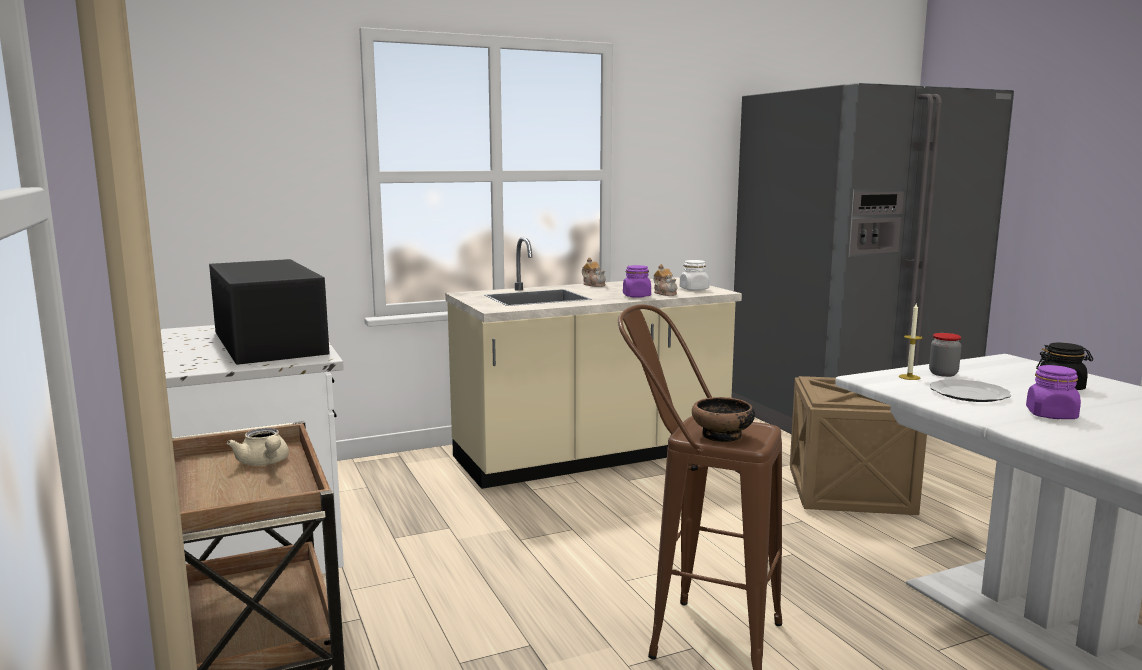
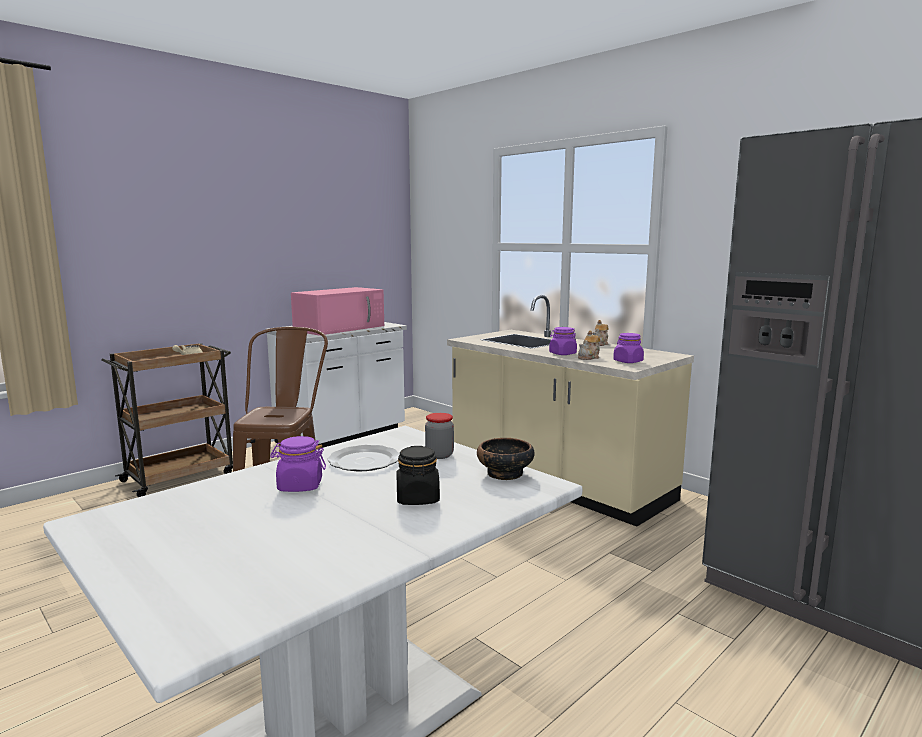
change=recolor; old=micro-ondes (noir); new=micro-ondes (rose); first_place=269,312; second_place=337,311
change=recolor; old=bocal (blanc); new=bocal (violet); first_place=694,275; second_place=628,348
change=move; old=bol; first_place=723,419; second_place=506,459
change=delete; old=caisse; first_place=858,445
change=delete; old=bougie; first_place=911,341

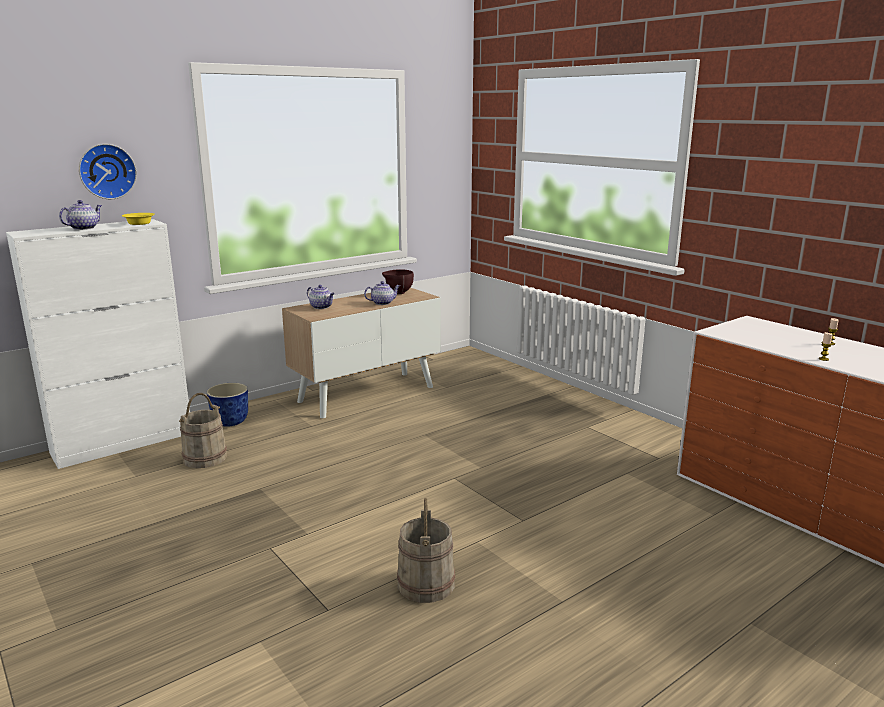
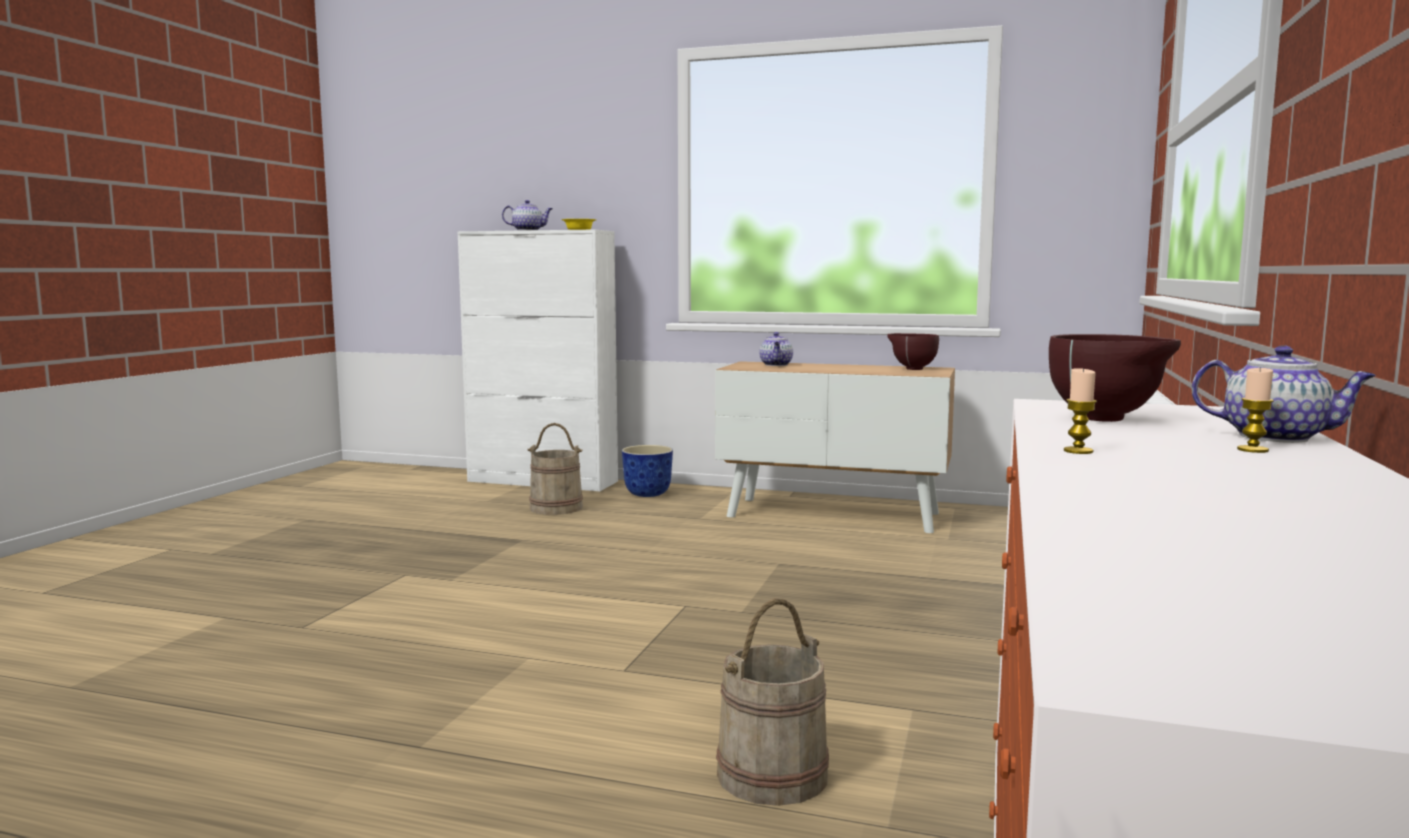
change=delete; old=horloge murale; first_place=108,171
change=move; old=théière; first_place=382,293; second_place=1284,394
change=move; old=seau (beige); first_place=426,550; second_place=772,702
change=insert; new=bol (marron); second_place=1115,378

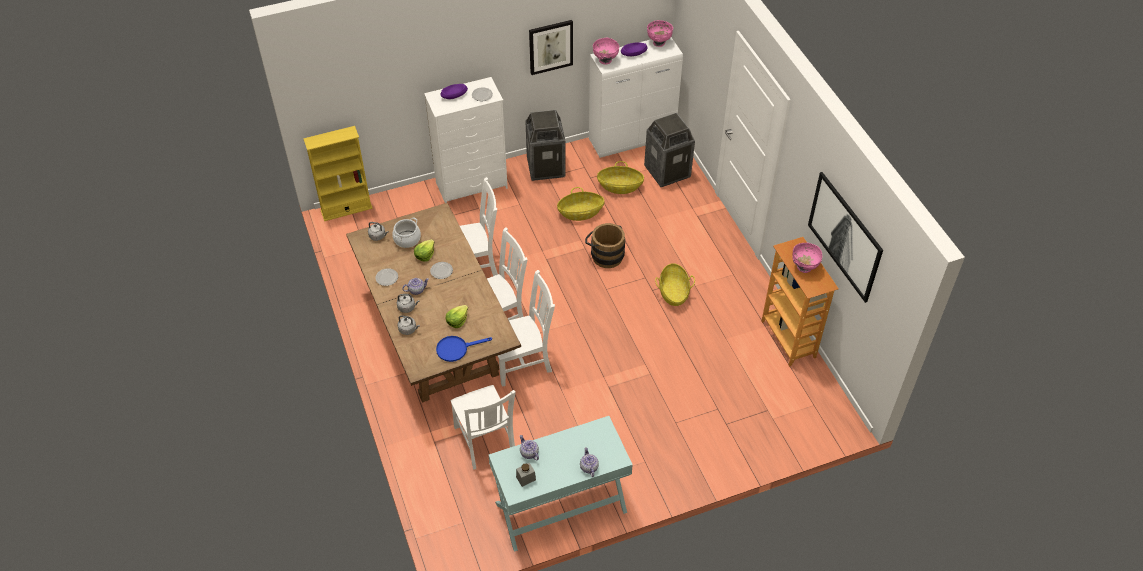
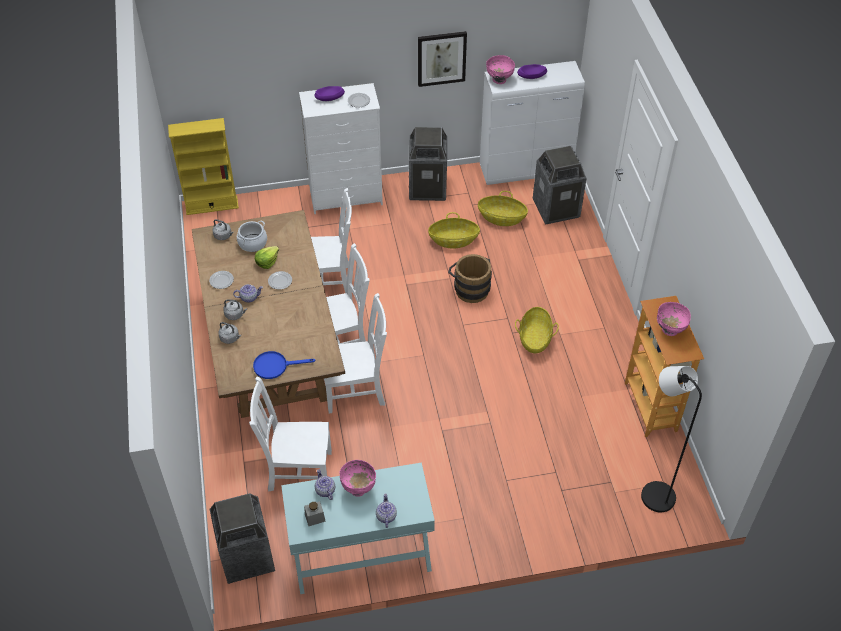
change=delete; old=laitue; first_place=457,316
change=rotate; old=chaise (blanc); first_place=483,427; second_place=290,434; degrees=105
change=move; old=bol (rose); first_place=660,33; second_place=358,478
change=delete; old=tableau; first_place=845,237
change=insert; new=poubelle; second_place=242,538
change=insert; new=lampadaire (noir); second_place=671,439

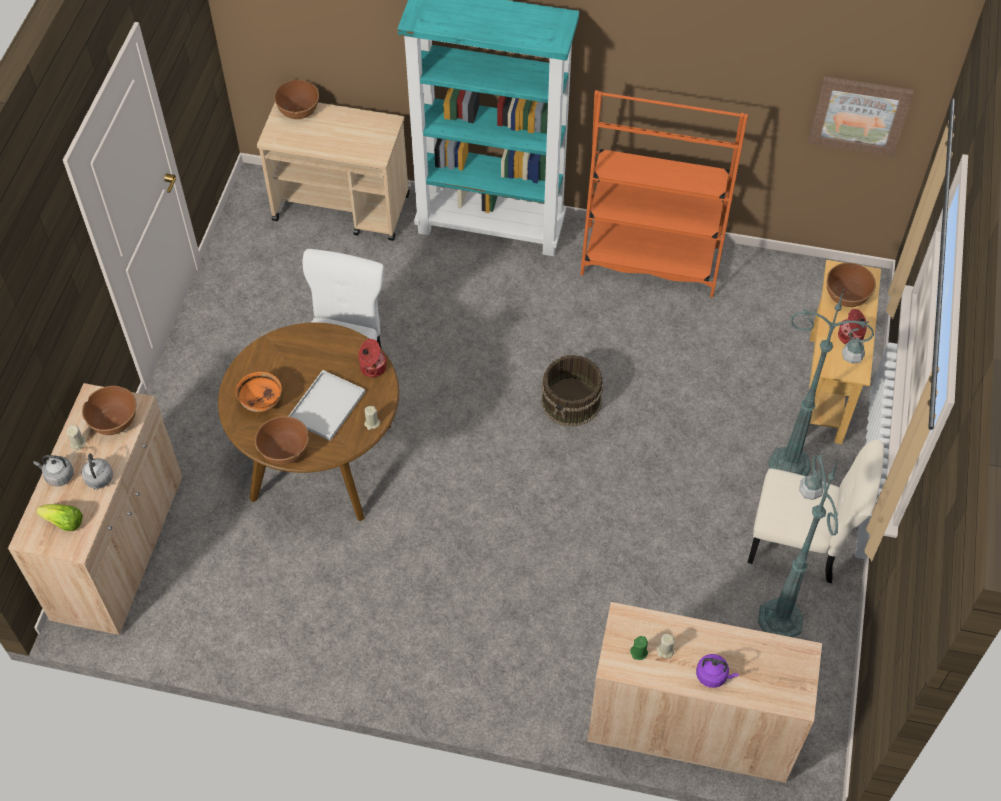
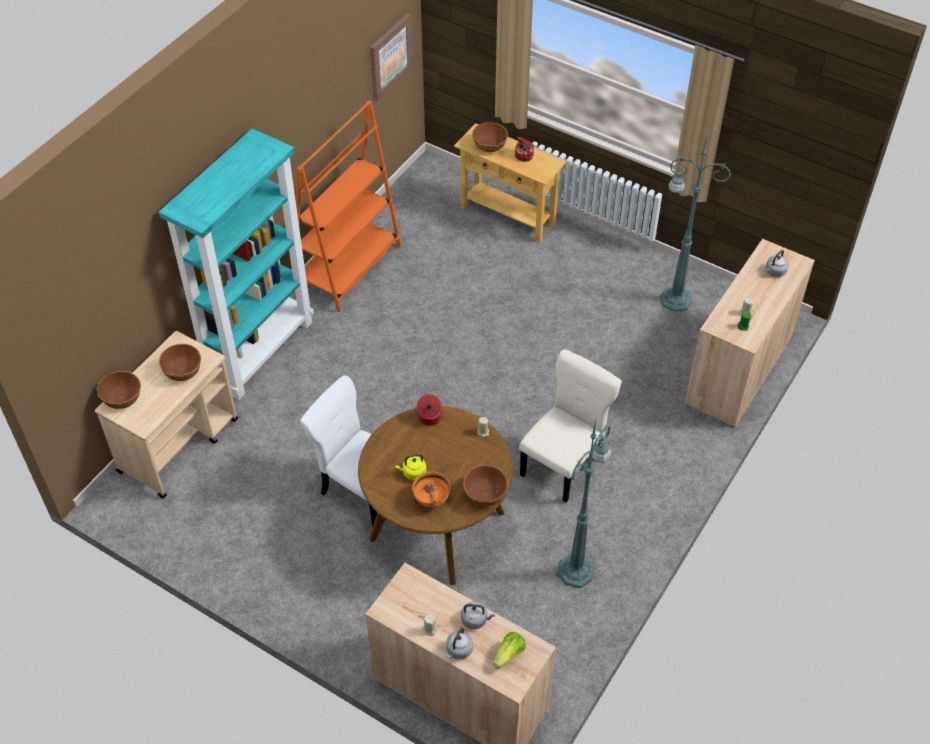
change=move; old=bol (marron); first_place=109,410; second_place=180,362
change=delete; old=plateau (blanc); first_place=326,405
change=delete; old=seau (marron); first_place=572,391
change=delete; old=bouilloire (violet); first_place=717,671
change=move; old=chaise (beige); first_place=816,511; second_place=570,426
change=move; old=lampadaire (vert); first_place=821,381; second_place=584,503
change=insert; new=bouilloire (jaune); second_place=411,467
change=insert; new=bouilloire (gris); second_place=777,263

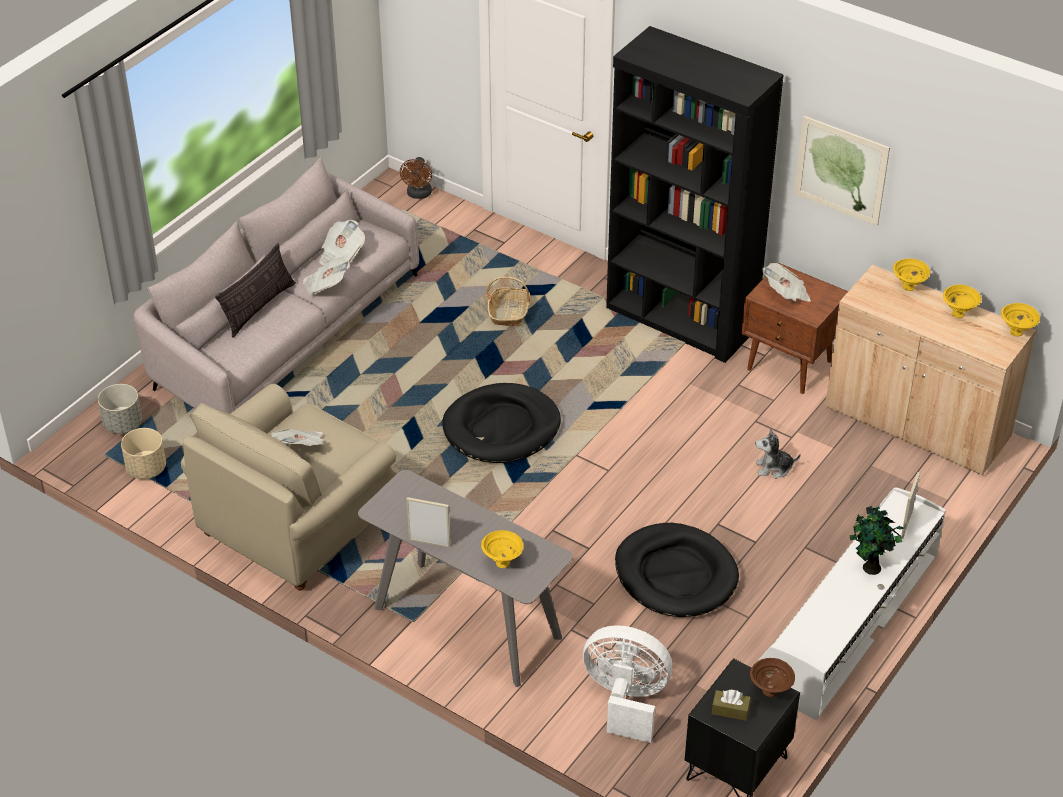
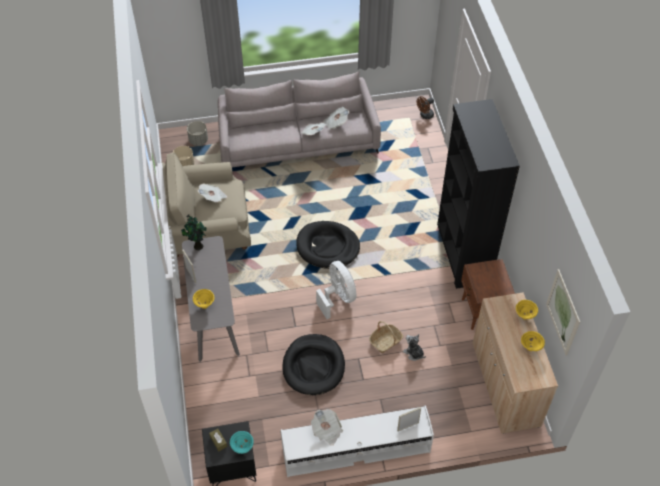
change=delete; old=coussin; first_place=255,291
change=move; old=panier; first_place=509,301; second_place=386,337
change=move; old=ventilateur (blanc); first_place=627,684; second_place=336,290
change=recolor; old=bol (marron); new=bol (turquoise); first_place=772,677; second_place=242,442
change=move; old=journal; first_place=786,282; second_place=327,427
change=move; old=tableau; first_place=842,171; second_place=563,312
change=move; old=plante en pot; first_place=876,540; second_place=193,232
change=delete; old=bol (jaune); first_place=1020,320

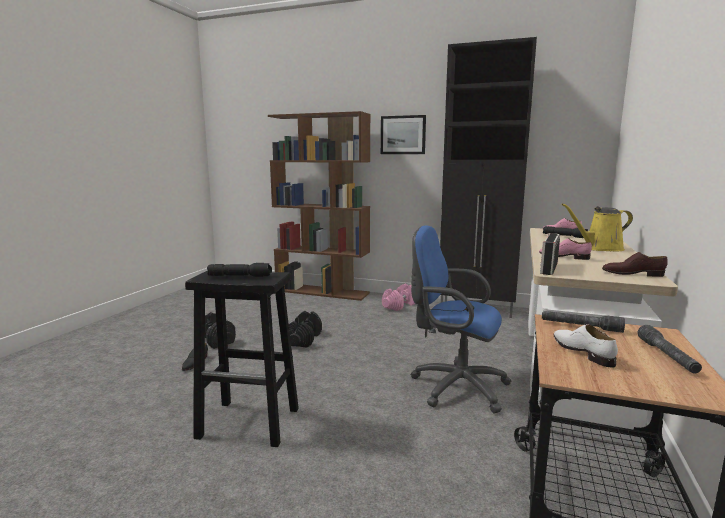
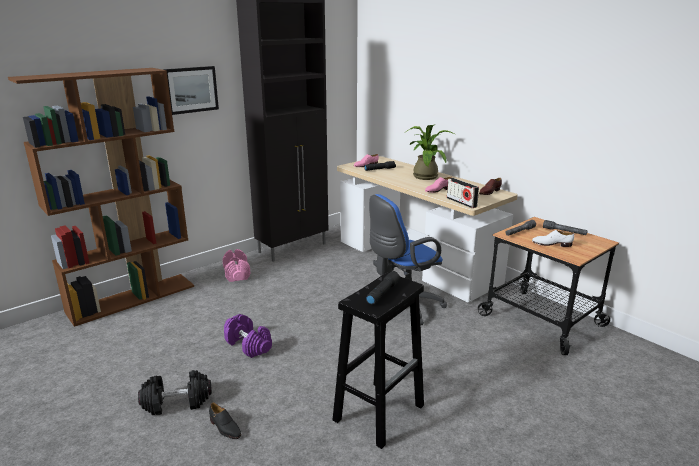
change=recolor; old=haltère (noir); new=haltère (violet); first_place=305,329; second_place=248,336
change=replace; old=arrosoir (jaune); new=plante en pot; first_place=597,227; second_place=429,152

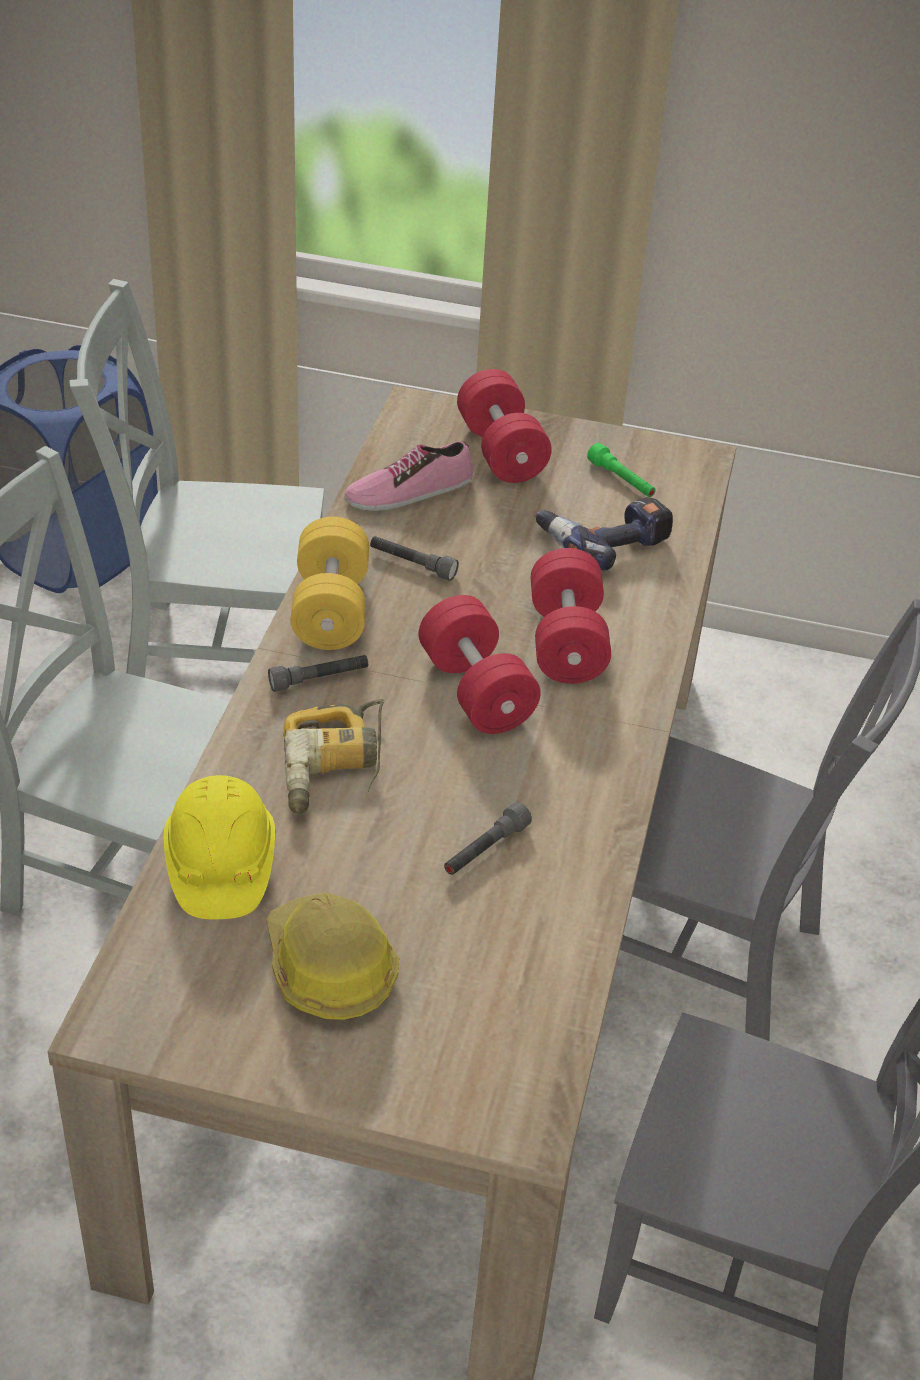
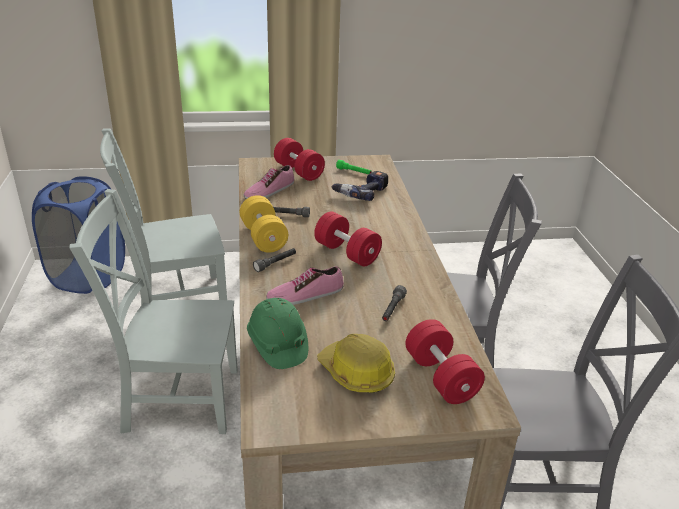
change=recolor; old=casque de chantier (jaune); new=casque de chantier (vert); first_place=219,847; second_place=277,333
change=replace; old=perceuse; new=chaussure; first_place=333,756; second_place=305,285
change=move; old=haltère (rouge); first_place=571,616; second_place=445,361

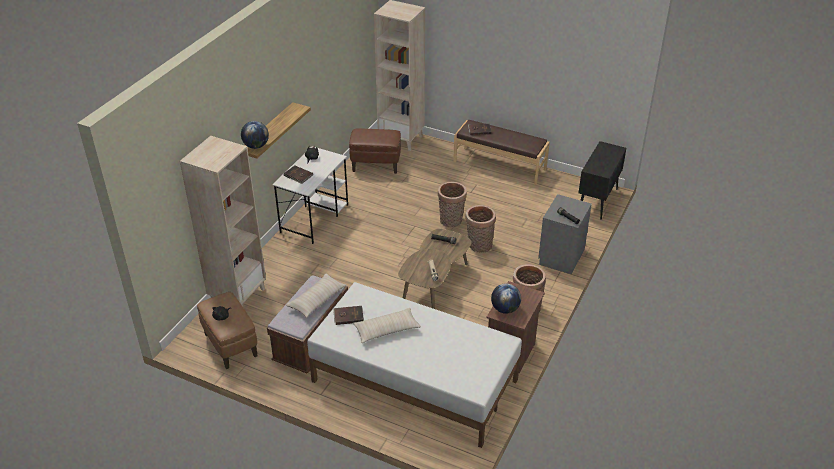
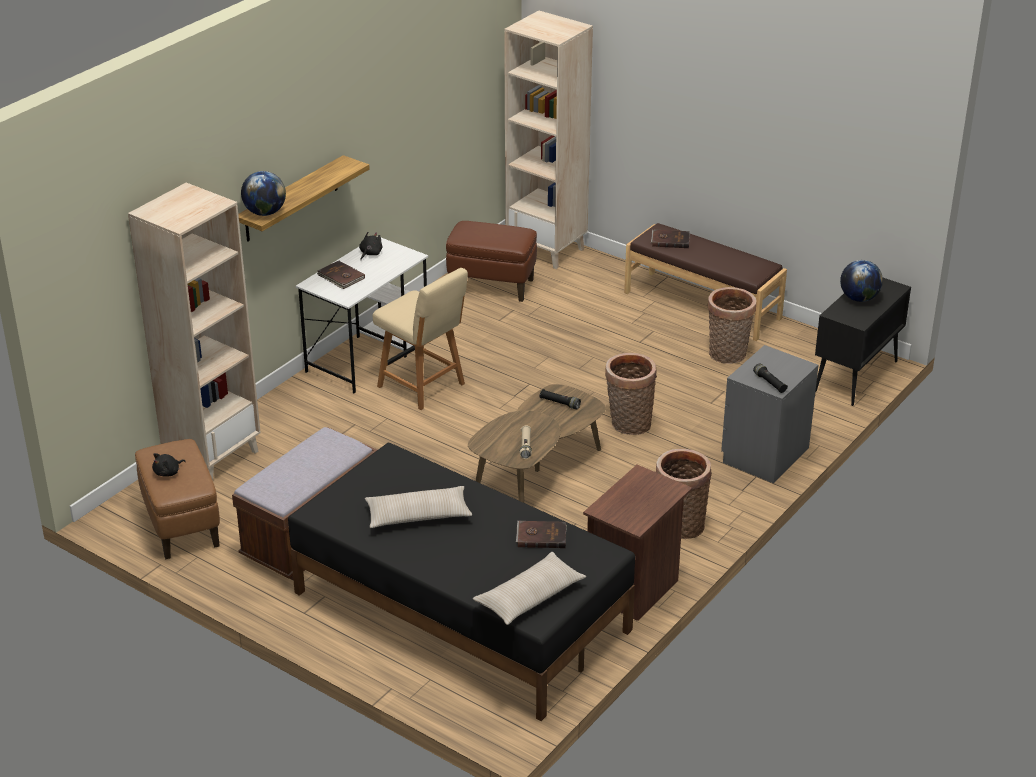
change=move; old=coussin (beige); first_place=316,295; second_place=529,588
change=recolor; old=lit (blanc); new=lit (noir); first_place=414,365; second_place=461,582
change=move; old=livre (marron); first_place=348,315; second_place=541,534
change=move; old=panier; first_place=452,204; second_place=732,325
change=move; old=globe; first_place=506,298; second_place=861,281
change=insert; new=chaise (beige); second_place=420,339

